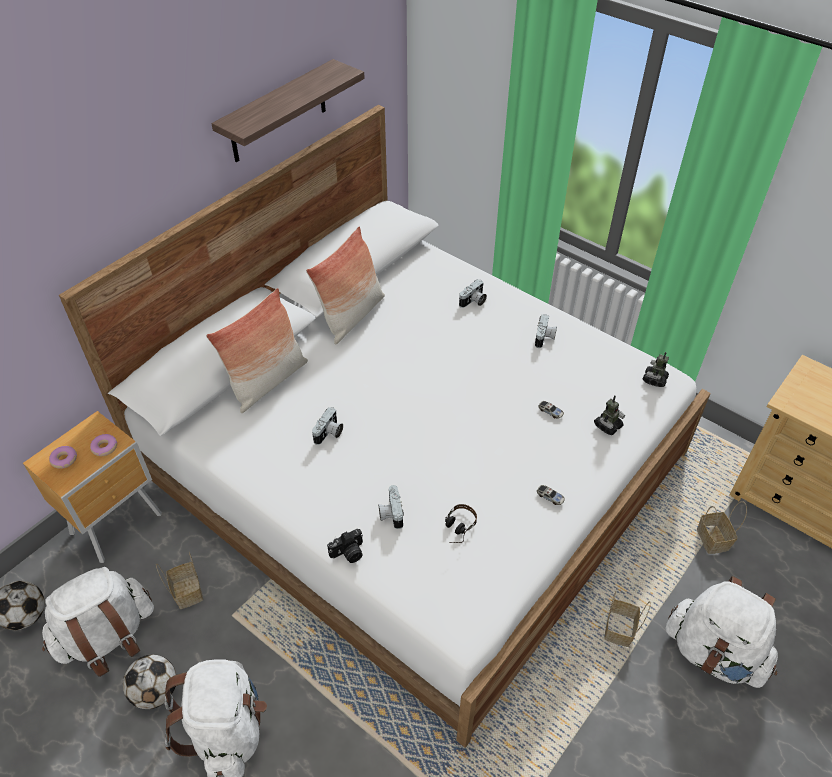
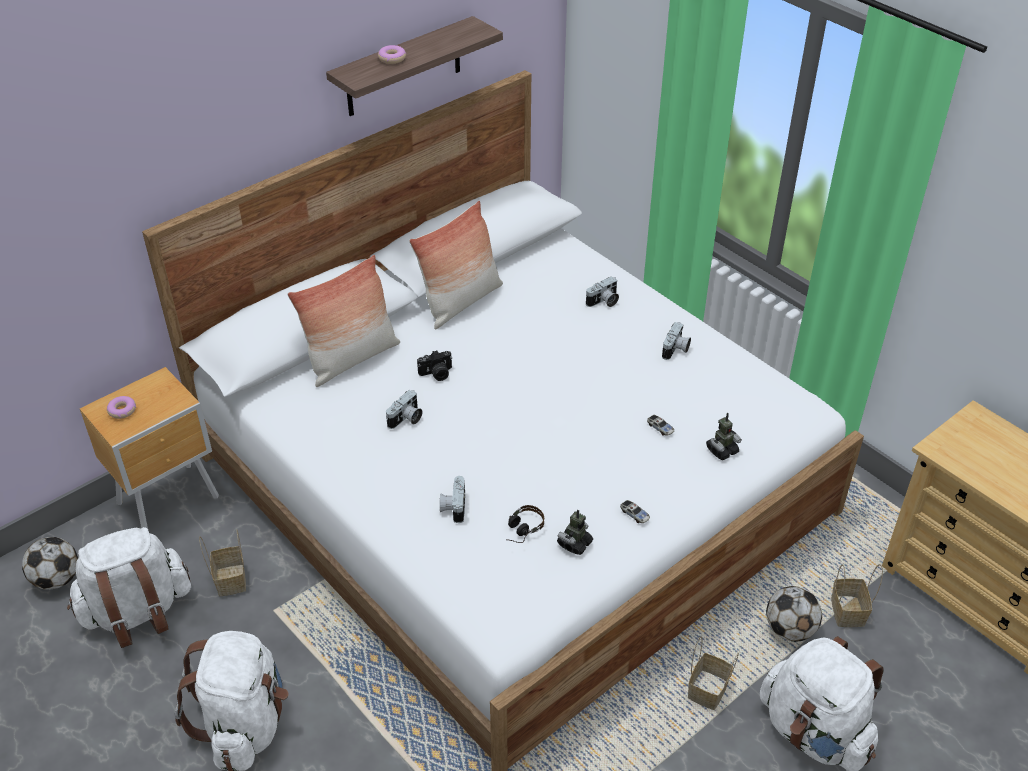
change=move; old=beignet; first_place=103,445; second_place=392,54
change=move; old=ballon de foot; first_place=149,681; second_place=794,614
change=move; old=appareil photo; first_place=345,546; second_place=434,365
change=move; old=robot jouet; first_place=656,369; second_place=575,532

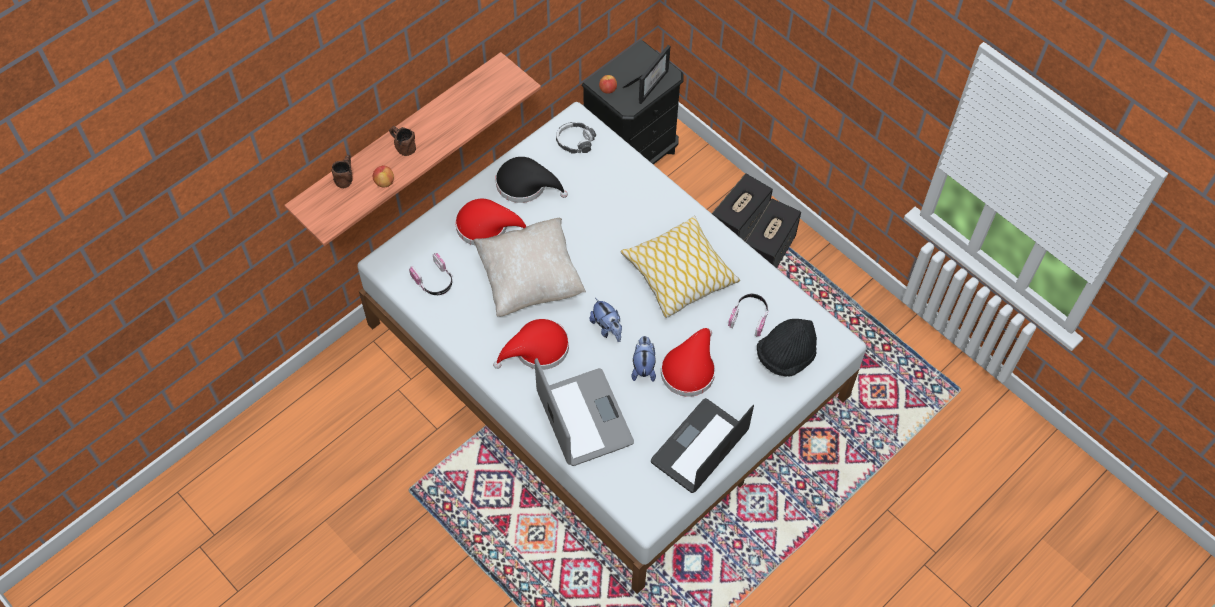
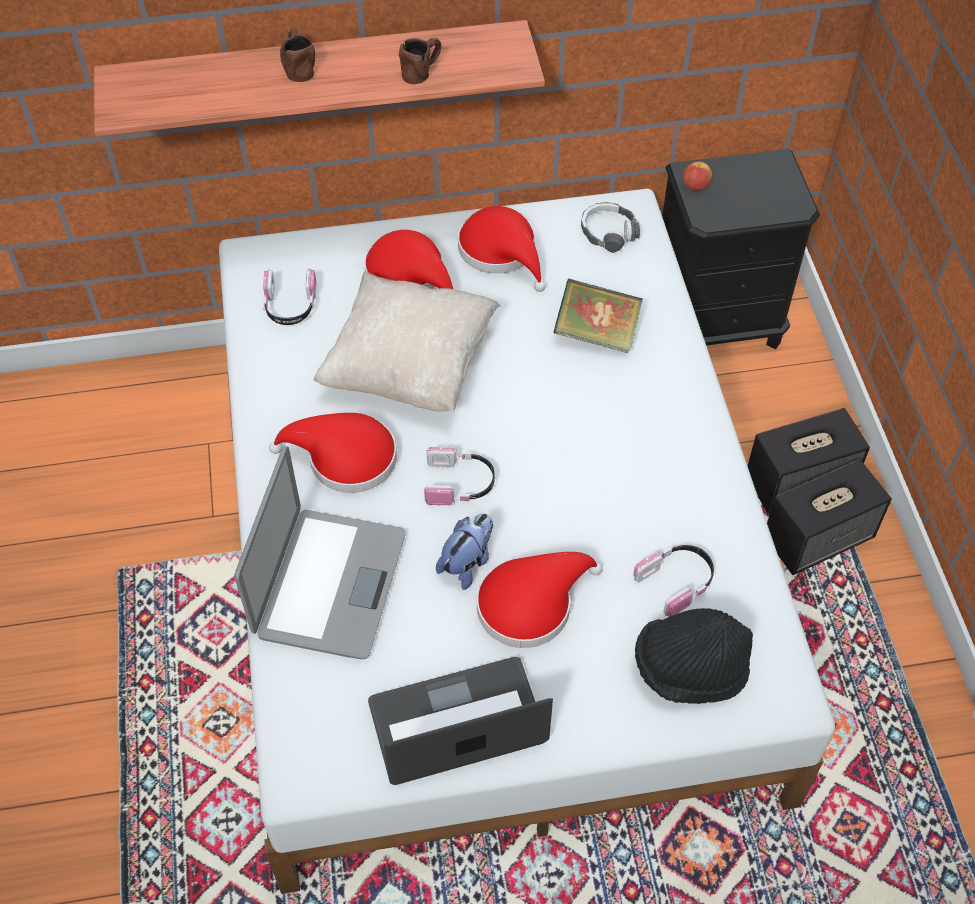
change=move; old=mug (marron); first_place=342,171; second_place=420,61
change=delete; old=pomme; first_place=383,176
change=recolor; old=chapeau (noir); new=chapeau (rouge); first_place=531,180; second_place=502,249
change=replace; old=peluche; new=casque audio; first_place=605,320; second_place=459,476
change=delete; old=coussin; first_place=680,267
change=delete; old=cadre photo; first_place=646,74
change=insert; new=livre; second_place=598,316

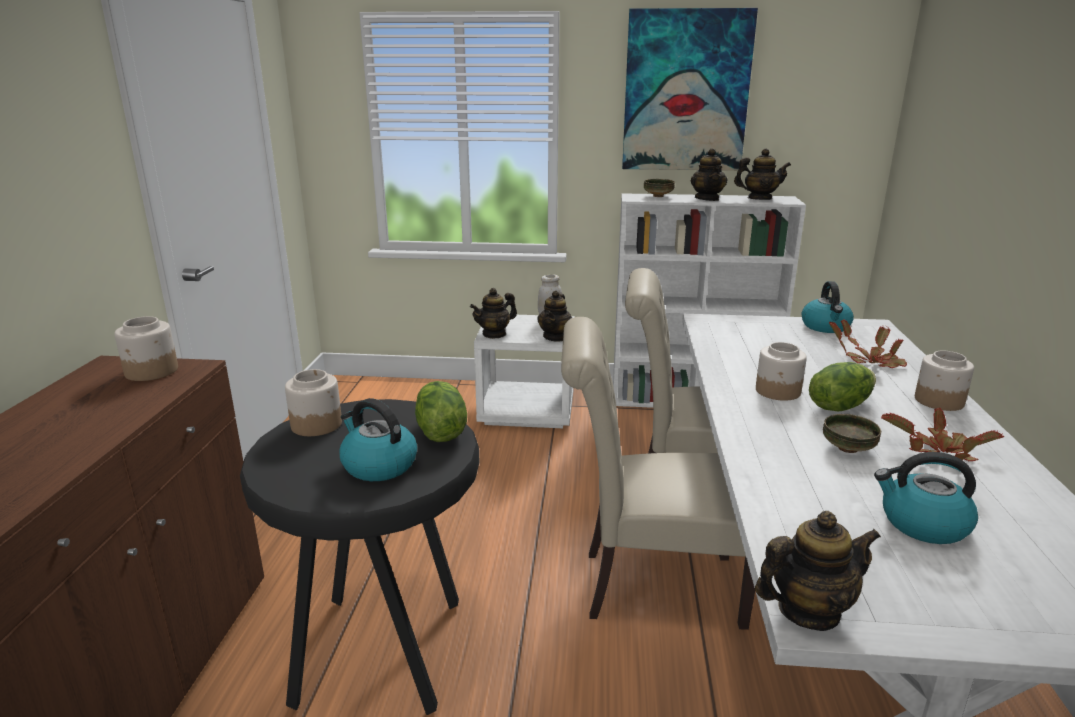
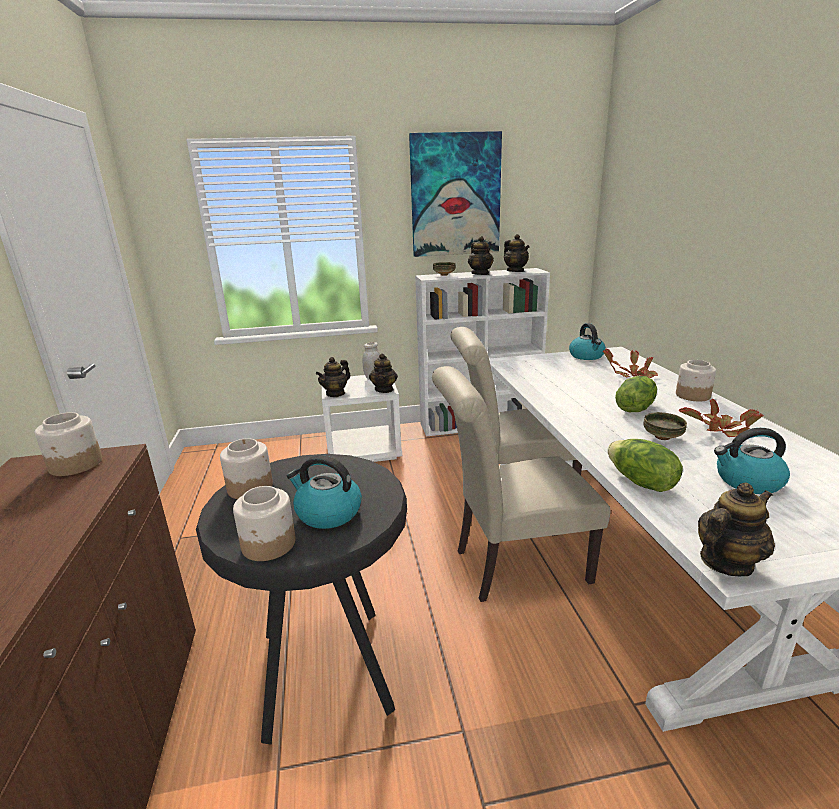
change=move; old=laitue; first_place=441,411; second_place=645,465
change=rotate; old=théière; first_place=762,174; second_place=517,253; degrees=75
change=move; old=bocal; first_place=781,371; second_place=264,523

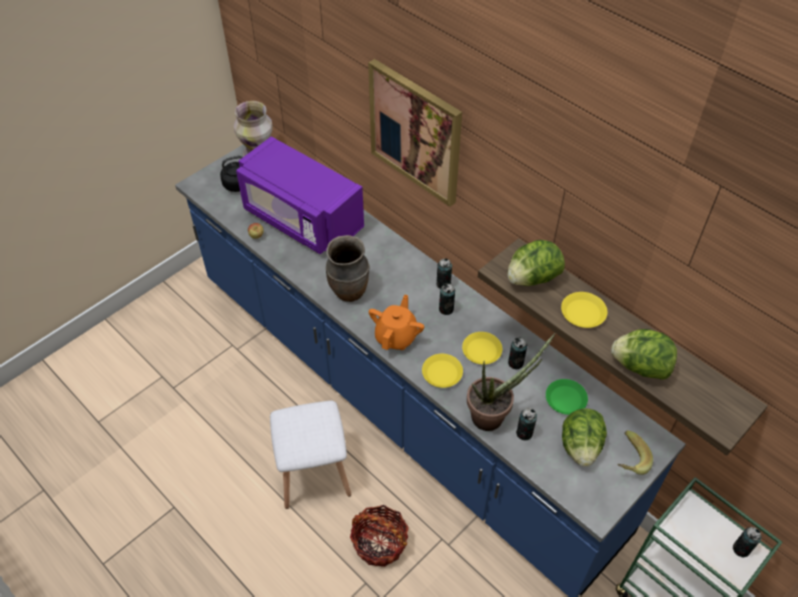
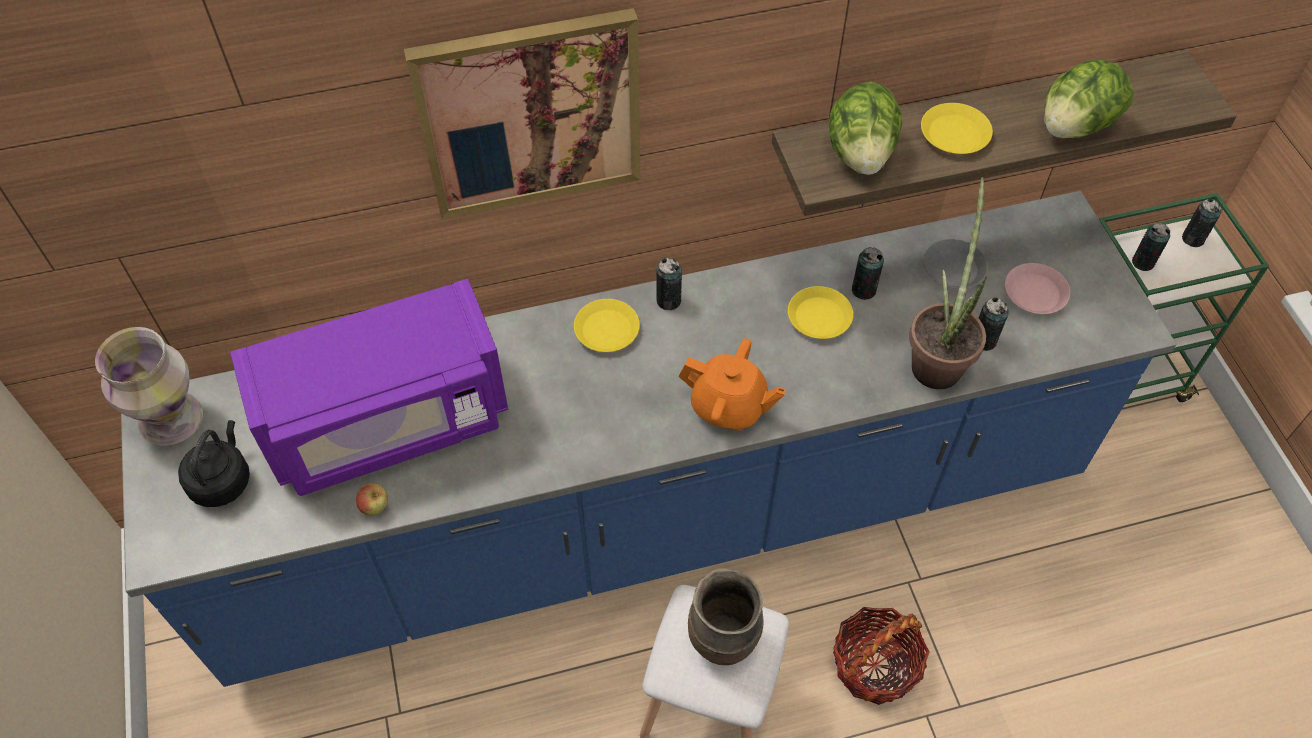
change=move; old=vase (marron); first_place=347,268; second_place=726,616
change=rotate; old=théière (orange); first_place=396,322; second_place=732,384; degrees=150
change=move; old=assiette (jaune); first_place=442,371; second_place=607,325
change=move; old=boîte métallique; first_place=447,299; second_place=1151,247
change=recolor; old=assiette (vert); new=assiette (gris); first_place=567,397; second_place=955,264
change=replace; old=laitue; new=assiette (rose); first_place=584,437; second_place=1037,288
change=delete; old=banane; first_place=635,452

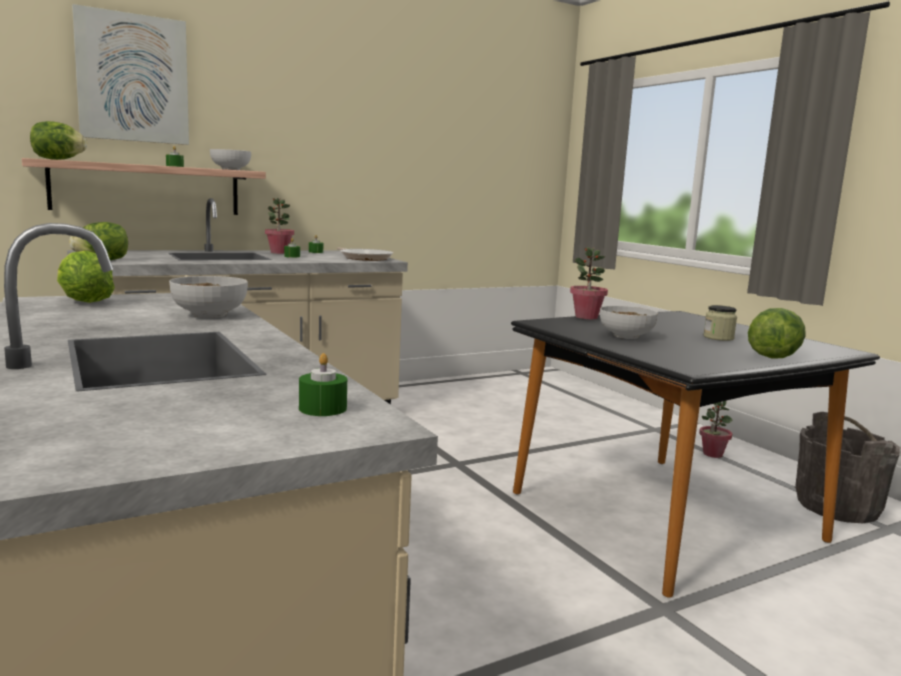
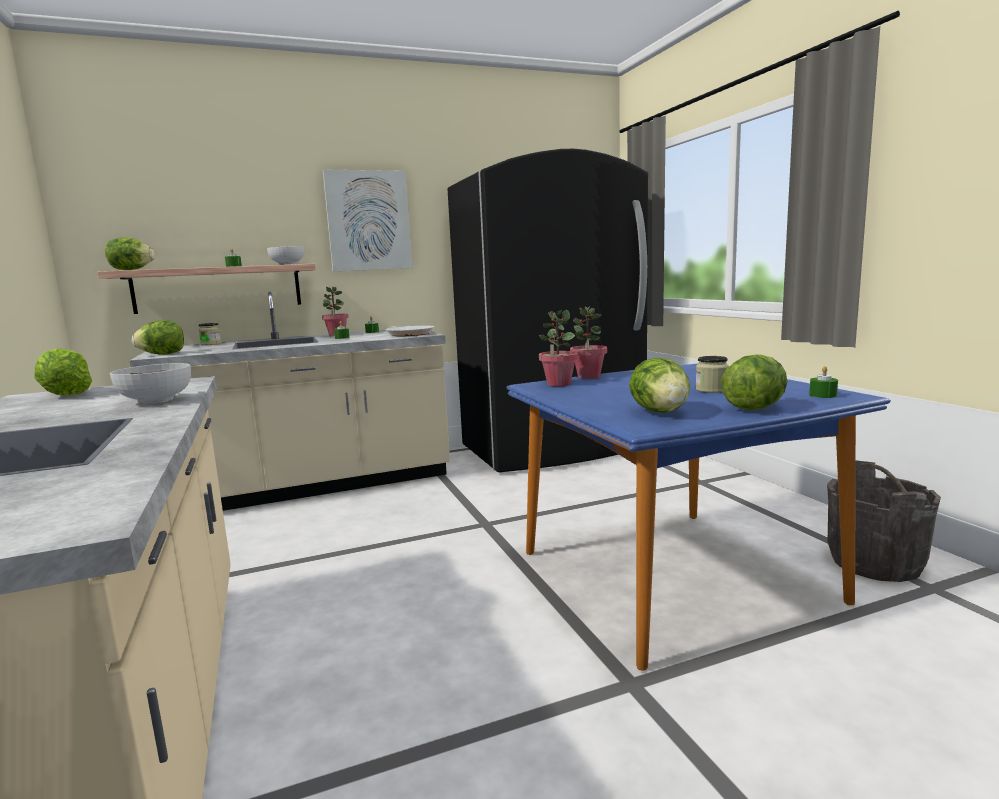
change=move; old=tableau; first_place=130,74; second_place=368,220
change=move; old=bougie (vert); first_place=323,384; second_place=823,382
change=recolor; old=table à manger (noir); new=table à manger (bleu); first_place=695,454; second_place=698,517
change=delete; old=bol; first_place=629,322
change=move; old=plante en pot; first_place=716,429; second_place=558,348
change=insert; new=bocal; second_place=210,334
change=insert; new=réfrigérateur (noir); second_place=547,310
change=insert; new=laitue; second_place=659,385

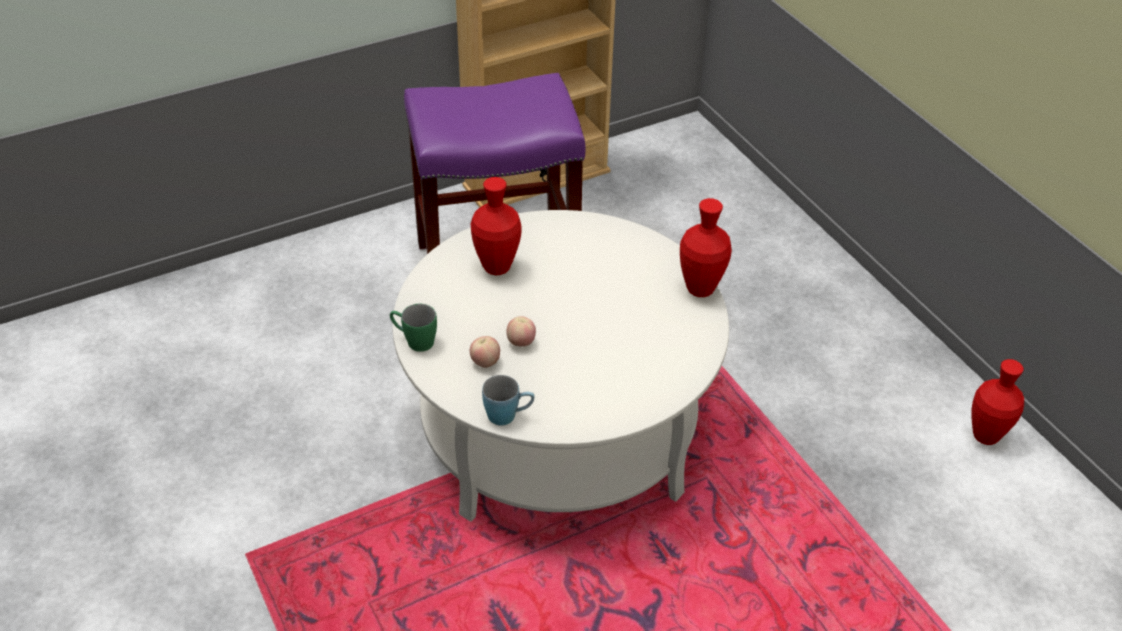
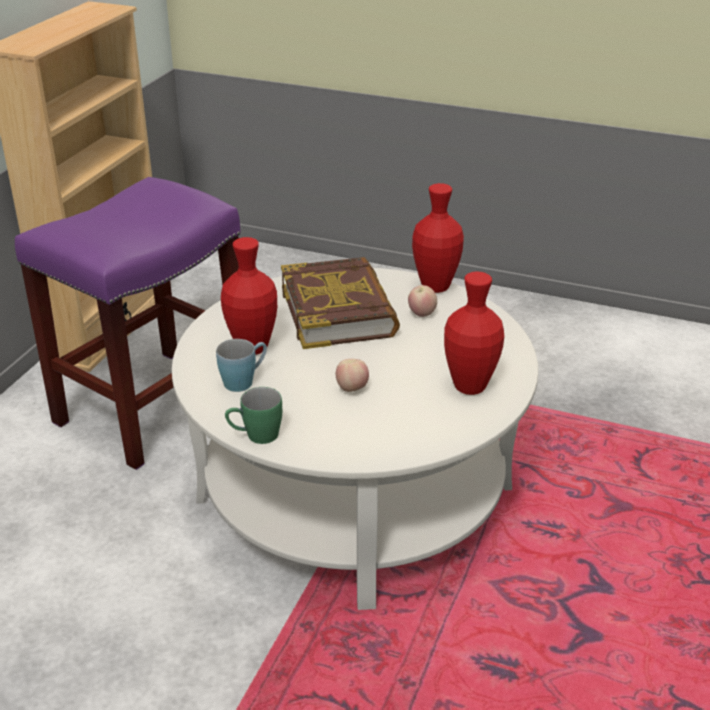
change=move; old=pomme; first_place=485,352; second_place=422,301
change=move; old=mug (bleu); first_place=508,400; second_place=241,365
change=move; old=vase (rouge); first_place=997,402; second_place=474,333
change=insert; new=livre; second_place=340,303

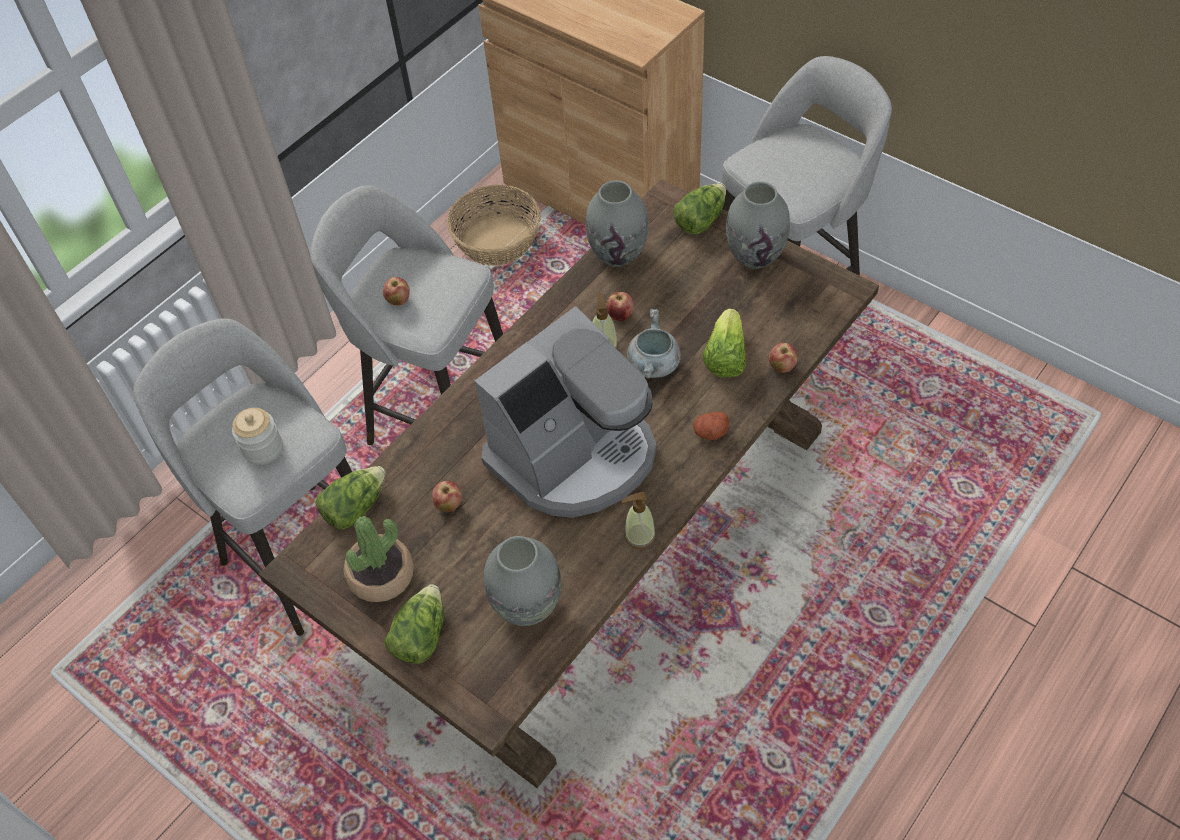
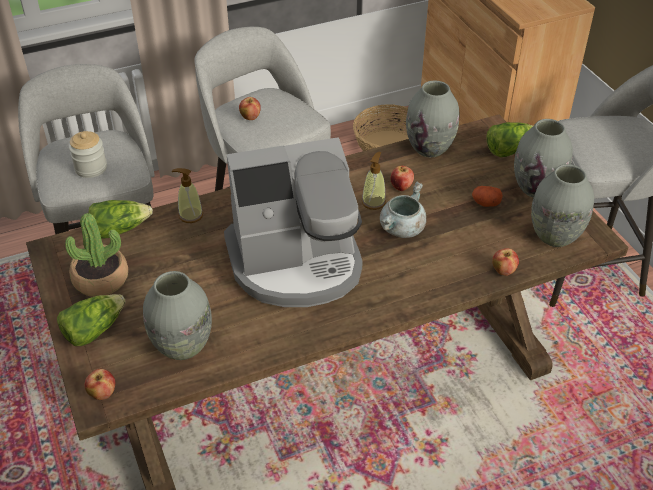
change=move; old=pomme; first_place=447,496; second_place=100,384
change=move; old=distributeur de savon; first_place=638,520; second_place=187,195
change=move; old=pomme de terre; first_place=711,426; second_place=487,196
change=delete; old=laitue; first_place=724,343
change=insert; new=vase (gris); second_place=562,205

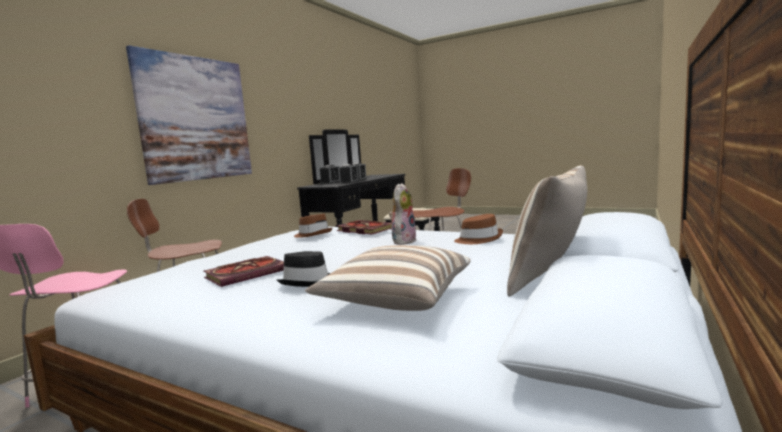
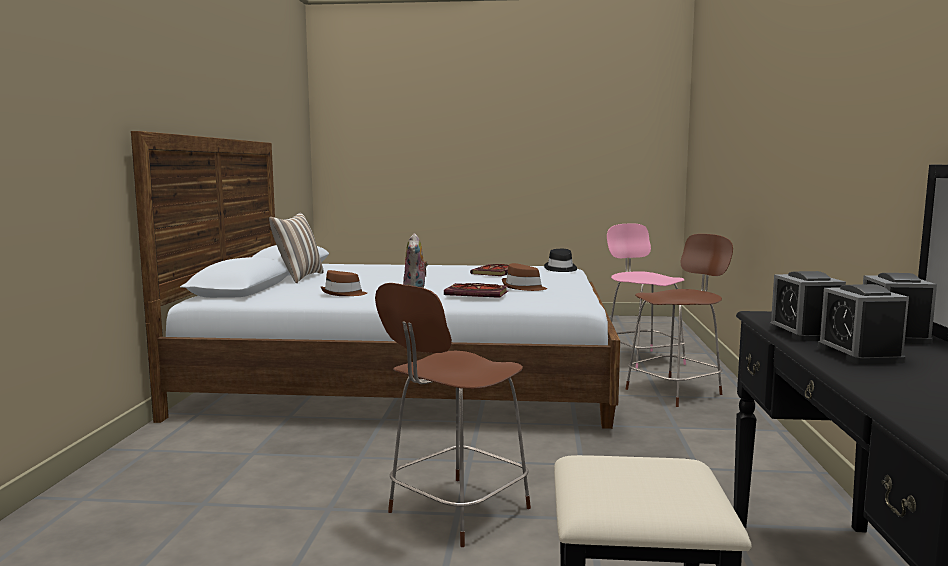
change=delete; old=tableau; first_place=189,115
change=move; old=chapeau (noir); first_place=303,269; second_place=560,260
change=delete; old=coussin; first_place=387,278

